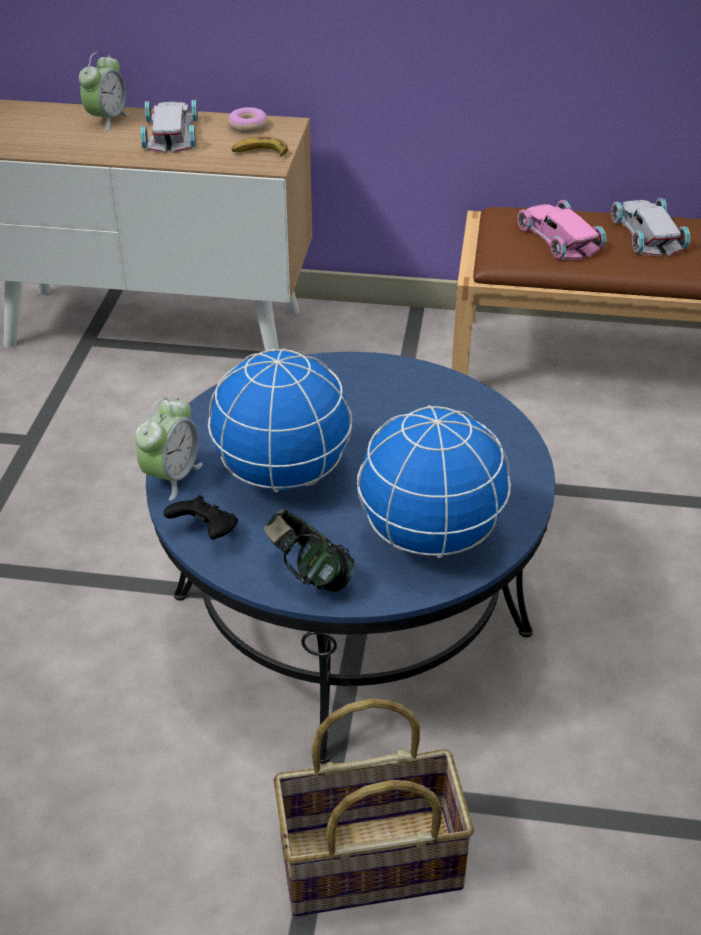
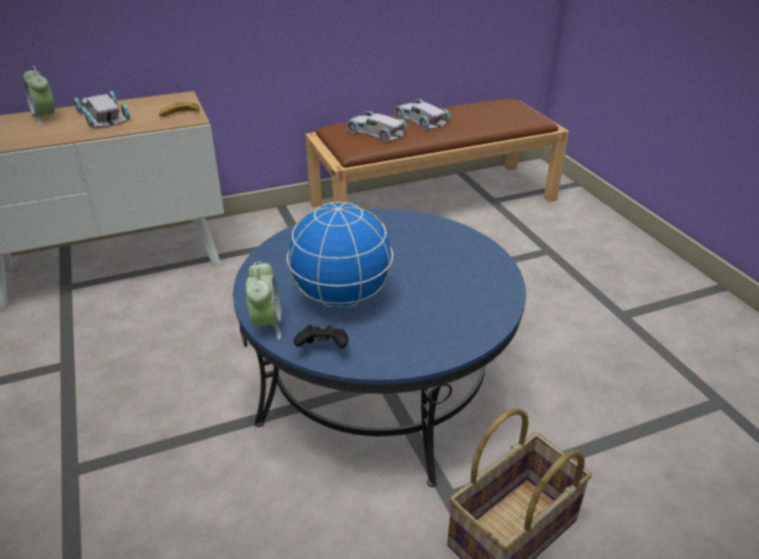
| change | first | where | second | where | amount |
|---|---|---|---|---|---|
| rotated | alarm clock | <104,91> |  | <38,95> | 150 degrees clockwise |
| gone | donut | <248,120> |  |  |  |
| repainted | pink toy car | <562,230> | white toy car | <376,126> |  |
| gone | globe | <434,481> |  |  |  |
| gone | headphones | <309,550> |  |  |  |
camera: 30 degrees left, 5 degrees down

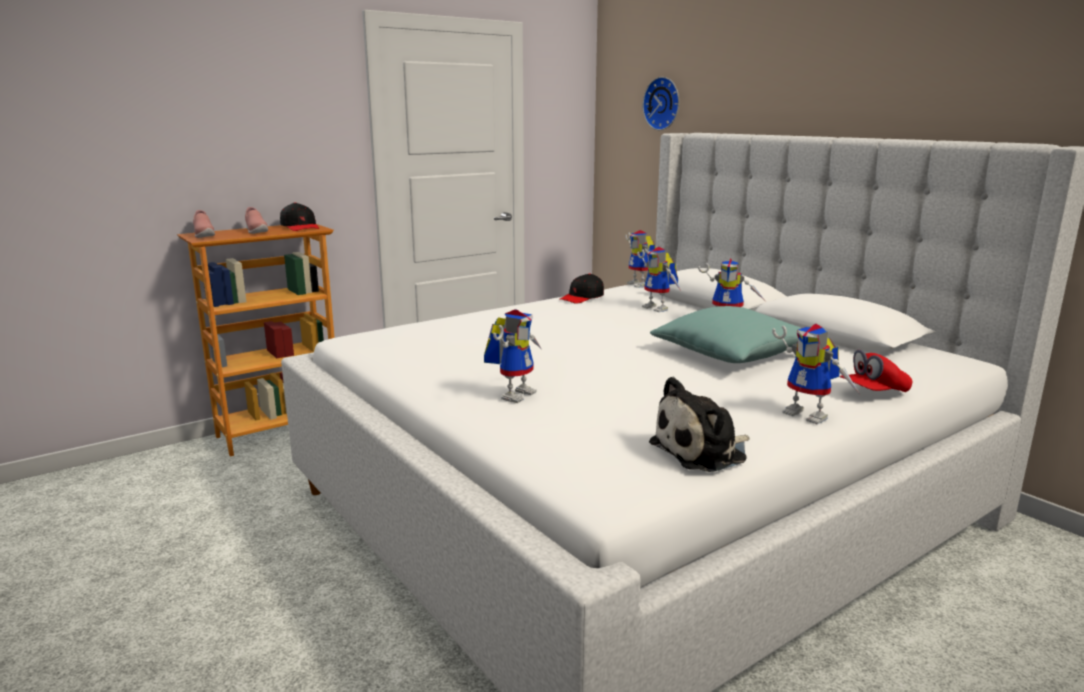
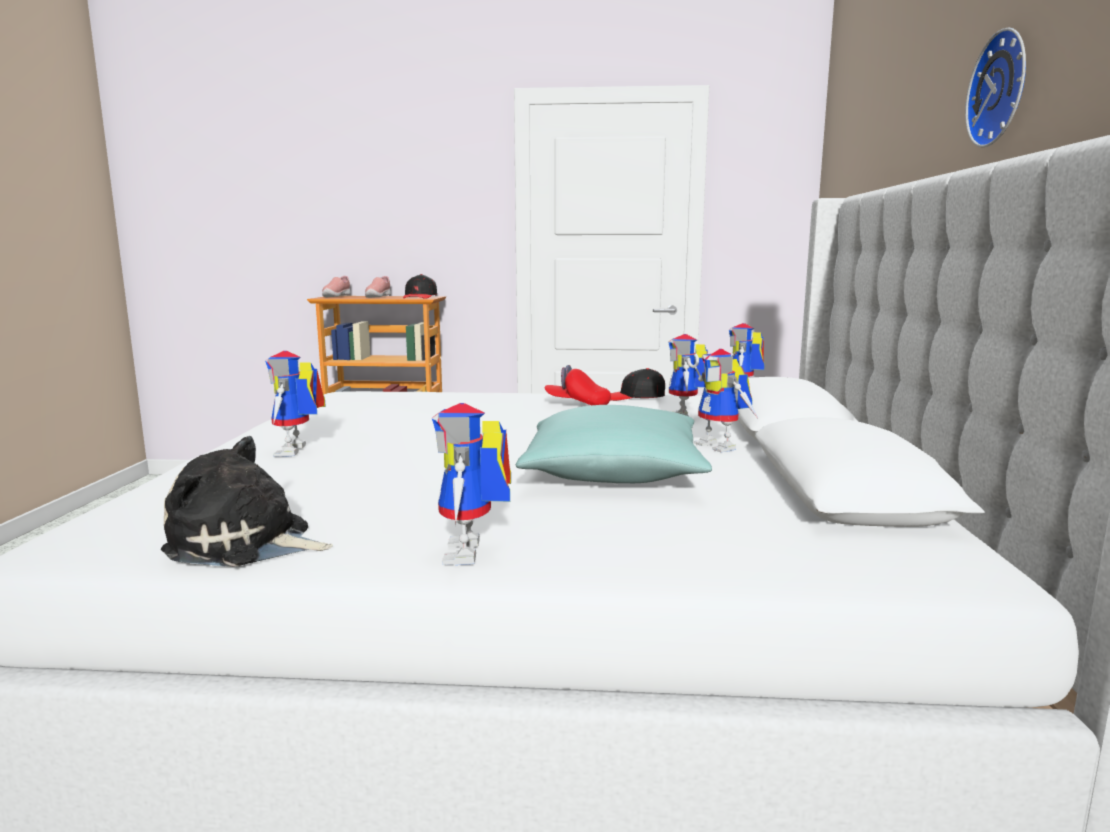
| change | first | where | second | where | amount |
|---|---|---|---|---|---|
| shifted | wall clock | <660,103> |  | <995,87> |  |
| rotated | toy robot | <512,356> |  | <295,404> | 105 degrees clockwise |
| shifted | red cap | <875,371> |  | <577,385> |  |
camera: 40 degrees right, 5 degrees down

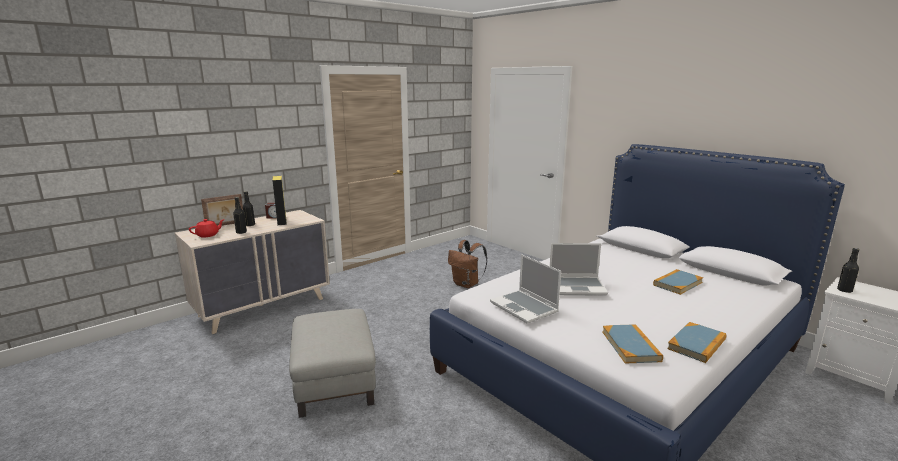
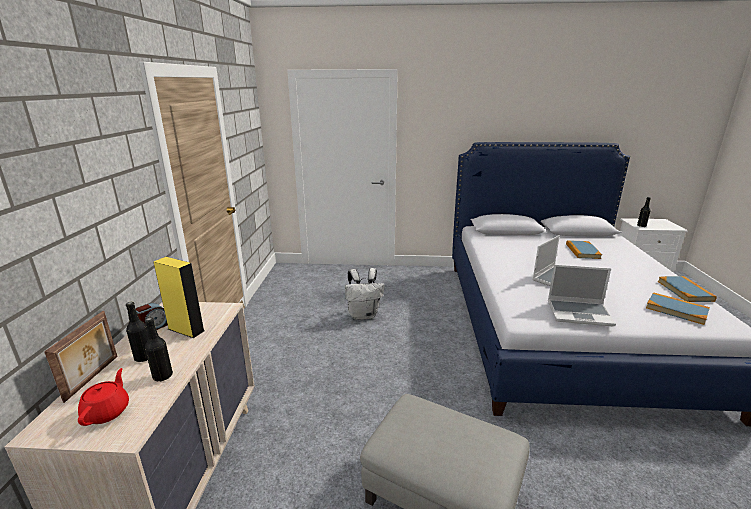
| change | first | where | second | where | amount |
|---|---|---|---|---|---|
| repainted | brown backpack | <467,264> | white backpack | <364,294> |  |
camera: 45 degrees left, 5 degrees up

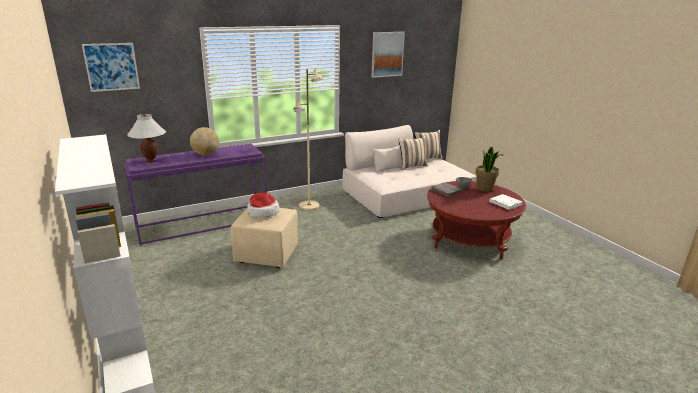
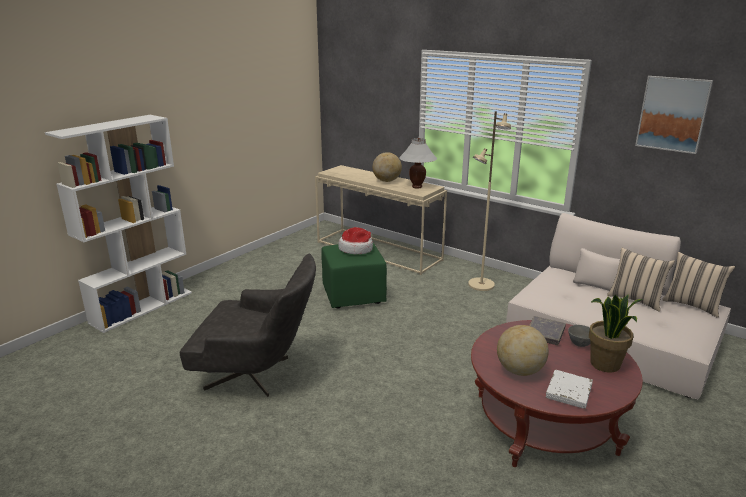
| change | first | where | second | where | amount |
|---|---|---|---|---|---|
| gone | picture | <111,67> |  |  |  |
| shifted | white table lamp | <146,138> |  | <418,163> |  |
| repainted | purple console table | <195,195> | beige console table | <381,220> |  |
| repainted | beige ottoman | <264,238> | green ottoman | <354,275> |  |
| new |  |  | grey armchair | <248,325> |  |
| new |  |  | globe | <523,350> |  |
camera: 65 degrees right, 0 degrees up

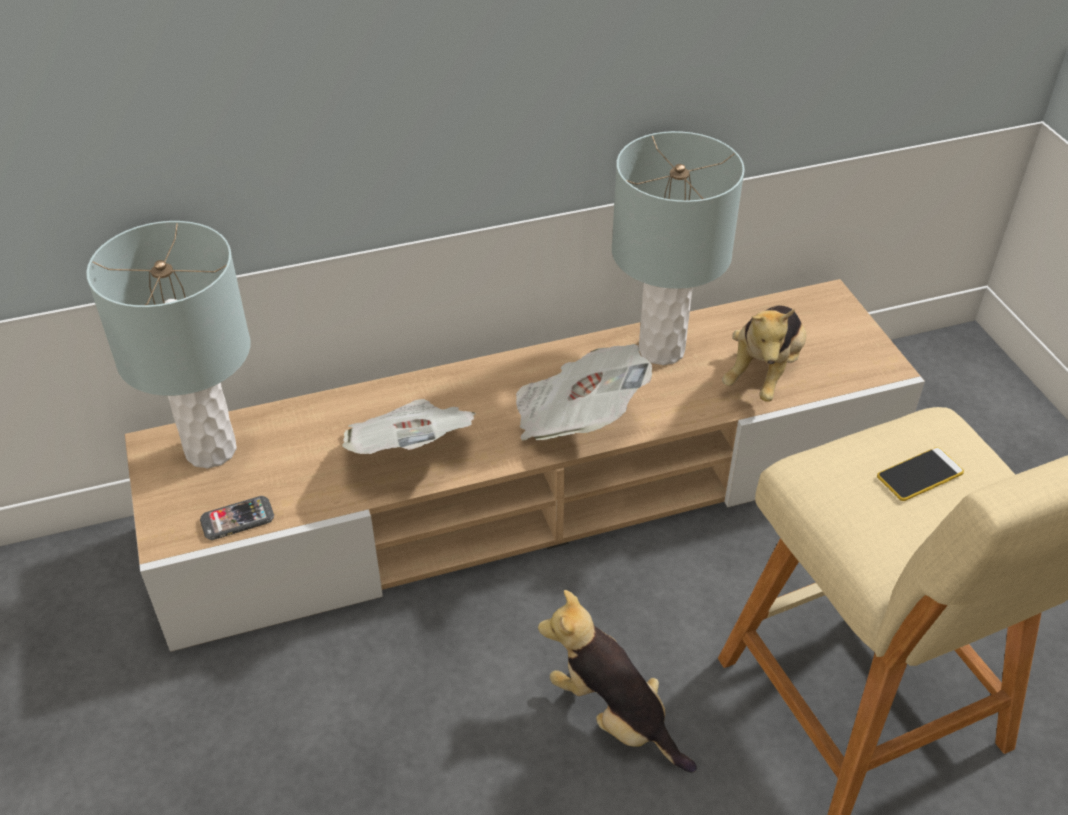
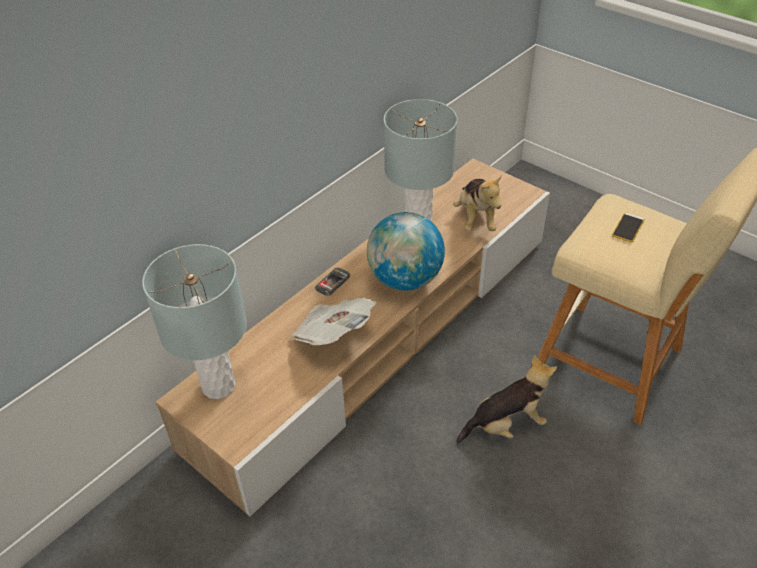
| change | first | where | second | where | amount |
|---|---|---|---|---|---|
| swapped | newspaper | <584,392> | globe | <406,251> |  |
| shifted | phone | <237,518> |  | <332,282> |  |
| rotated | plush toy | <617,681> |  | <506,399> | 150 degrees clockwise |
camera: 30 degrees left, 0 degrees up

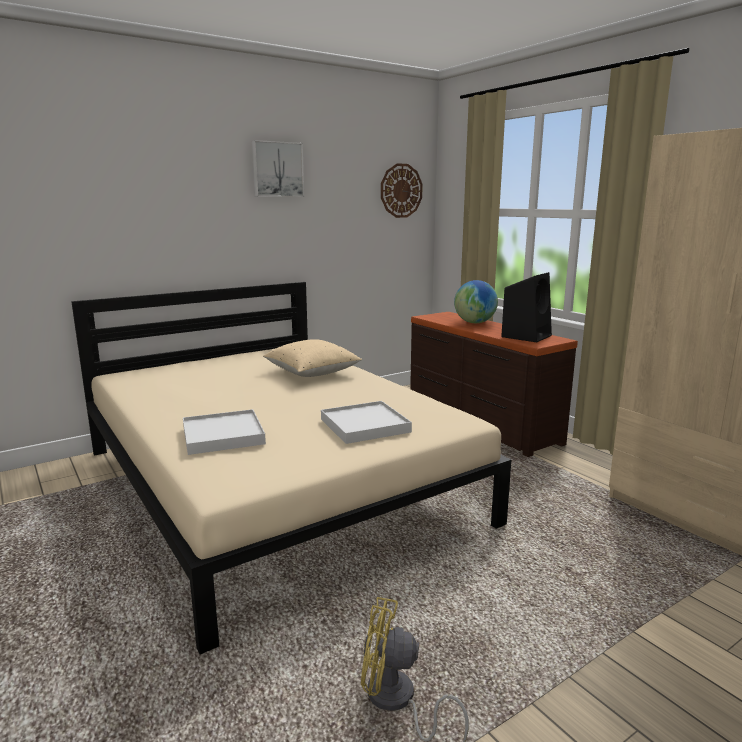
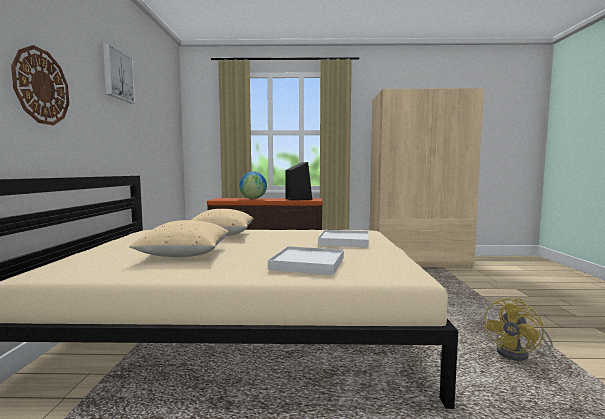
| change | first | where | second | where | amount |
|---|---|---|---|---|---|
| shifted | wall clock | <402,190> |  | <40,85> |  |
| new |  |  | beige pillow | <179,238> |  |
camera: 55 degrees left, 10 degrees down

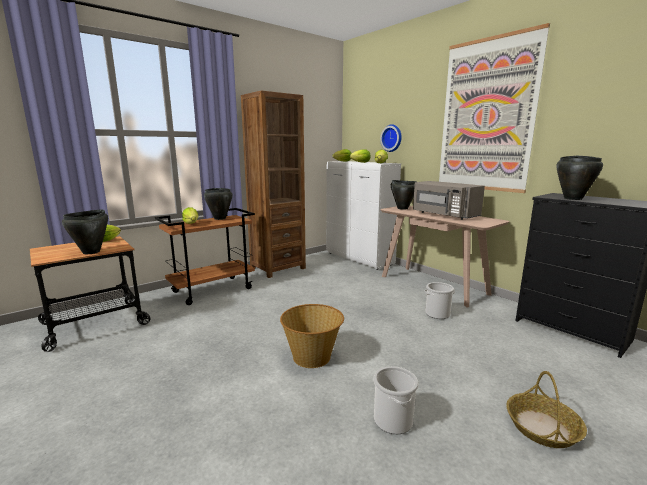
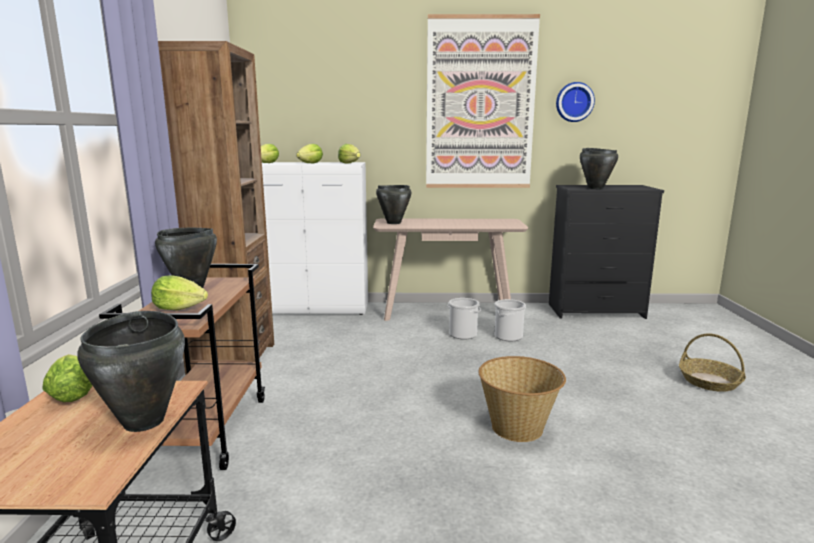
| change | first | where | second | where | amount |
|---|---|---|---|---|---|
| shifted | wall clock | <390,138> |  | <575,102> |  |
| gone | grey microwave | <449,200> |  |  |  |
| shifted | bucket | <395,400> |  | <464,318> |  |
camera: 50 degrees left, 0 degrees up

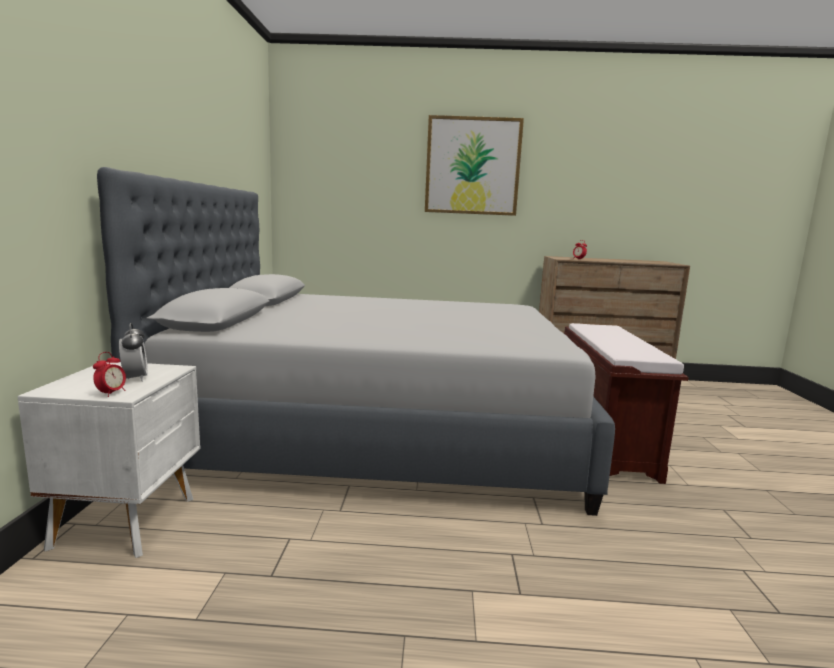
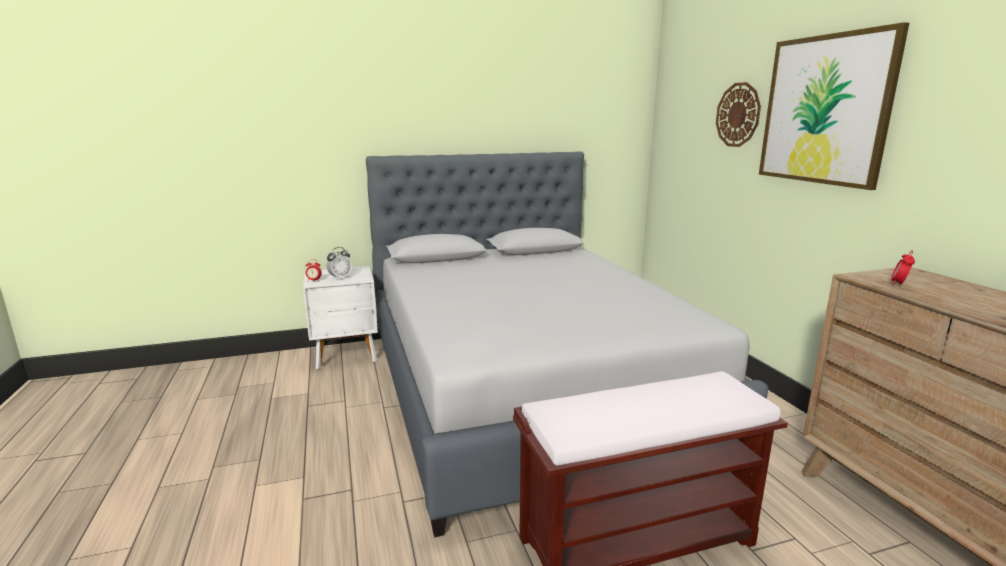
| change | first | where | second | where | amount |
|---|---|---|---|---|---|
| new |  |  | wall clock | <738,114> |  |
camera: 70 degrees right, 5 degrees up

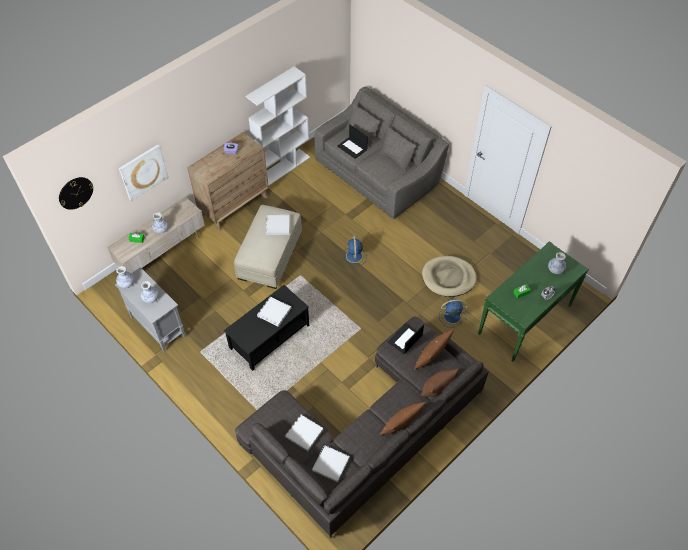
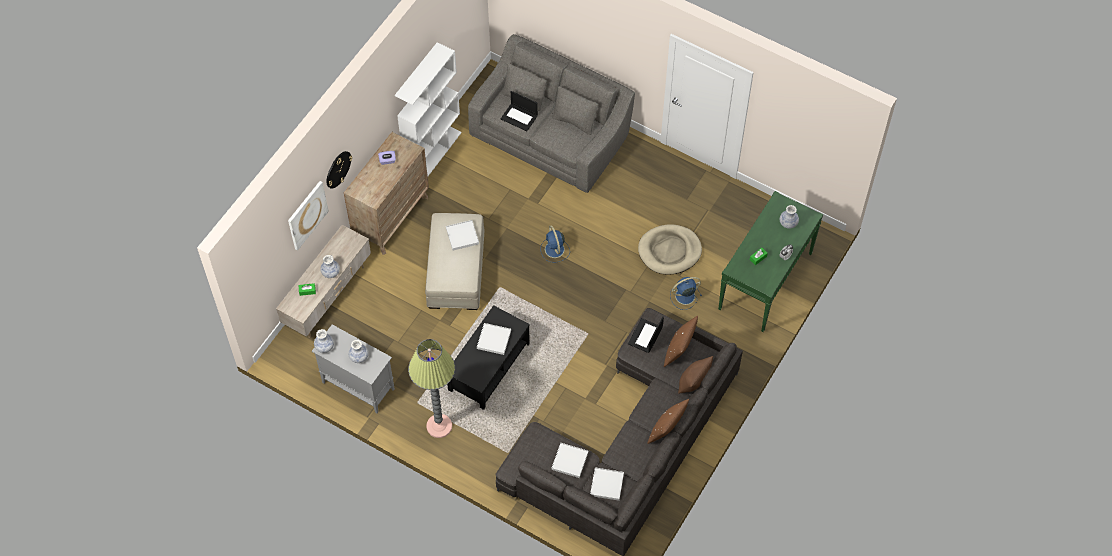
| change | first | where | second | where | amount |
|---|---|---|---|---|---|
| shifted | wall clock | <76,193> |  | <339,170> |  |
| new |  |  | floor lamp | <431,388> |  |
camera: 15 degrees left, 5 degrees up

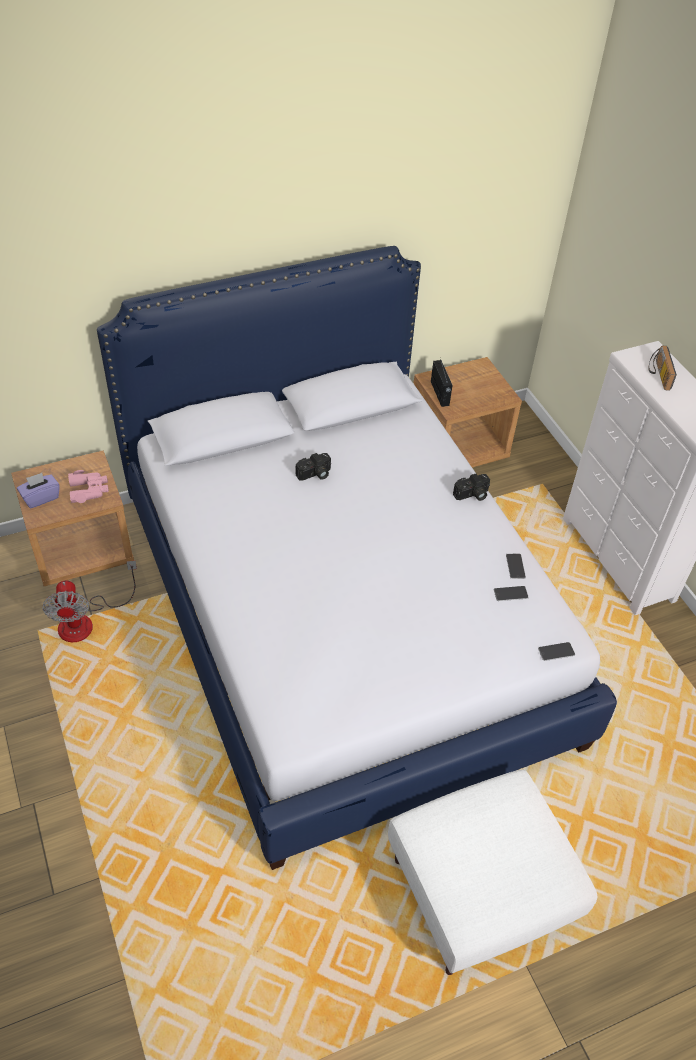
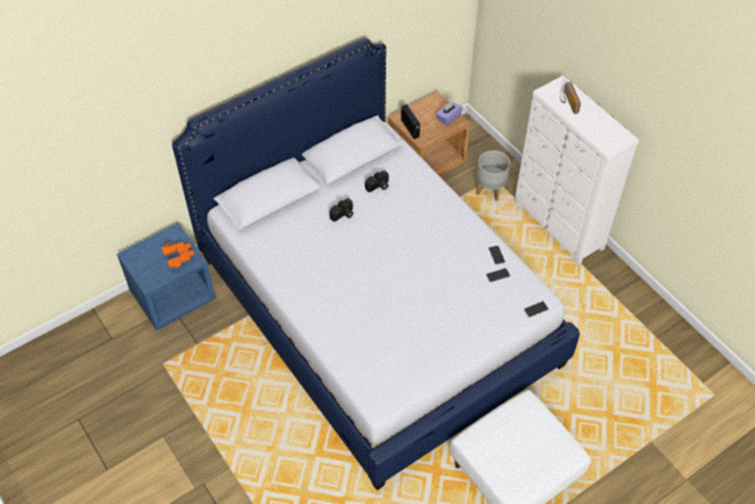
| change | first | where | second | where | amount |
|---|---|---|---|---|---|
| repainted | brown nightstand | <72,518> | blue nightstand | <166,277> |  |
| repainted | pink binoculars | <88,486> | orange binoculars | <177,255> |  |
| shifted | purple tissue box | <38,490> |  | <449,113> |  |
| shifted | photo camera | <471,487> |  | <377,181> |  |
| gone | fan | <89,601> |  |  |  |
| new |  |  | grey planter | <493,175> |  |
camera: 10 degrees left, 5 degrees up

